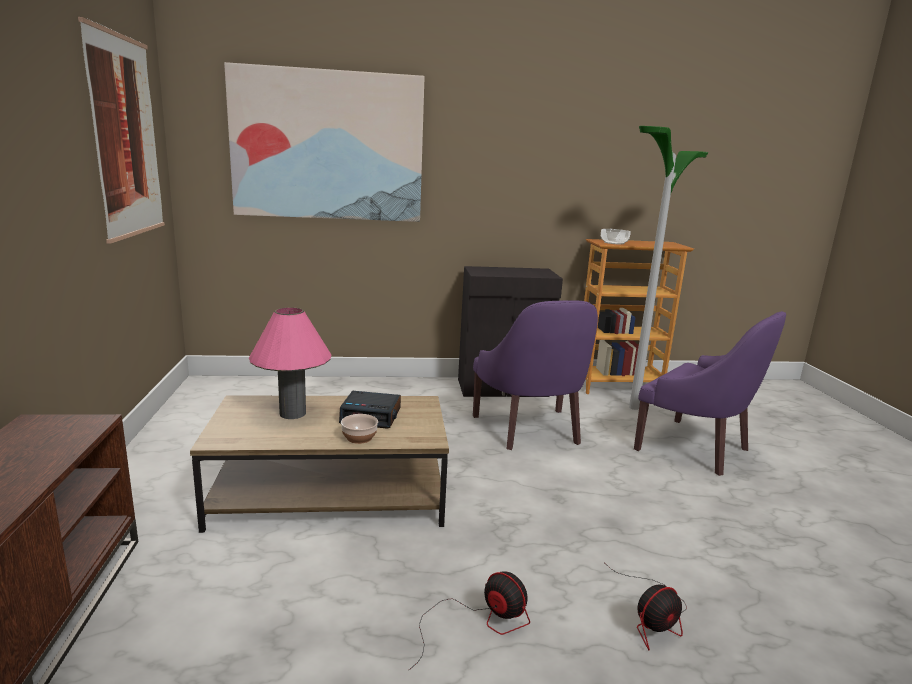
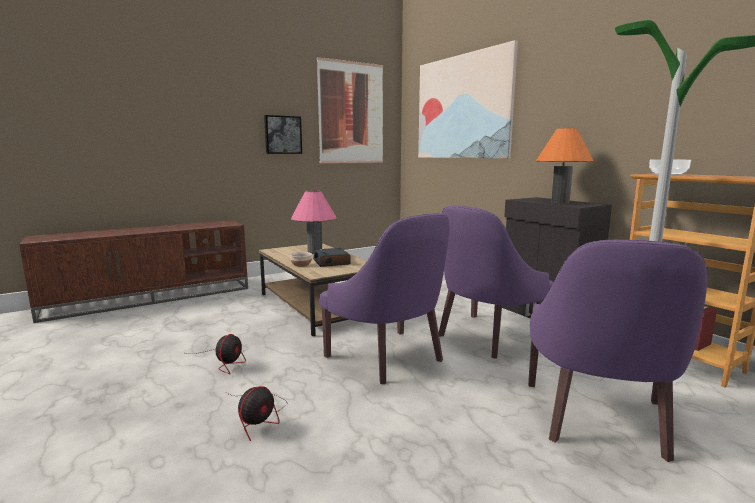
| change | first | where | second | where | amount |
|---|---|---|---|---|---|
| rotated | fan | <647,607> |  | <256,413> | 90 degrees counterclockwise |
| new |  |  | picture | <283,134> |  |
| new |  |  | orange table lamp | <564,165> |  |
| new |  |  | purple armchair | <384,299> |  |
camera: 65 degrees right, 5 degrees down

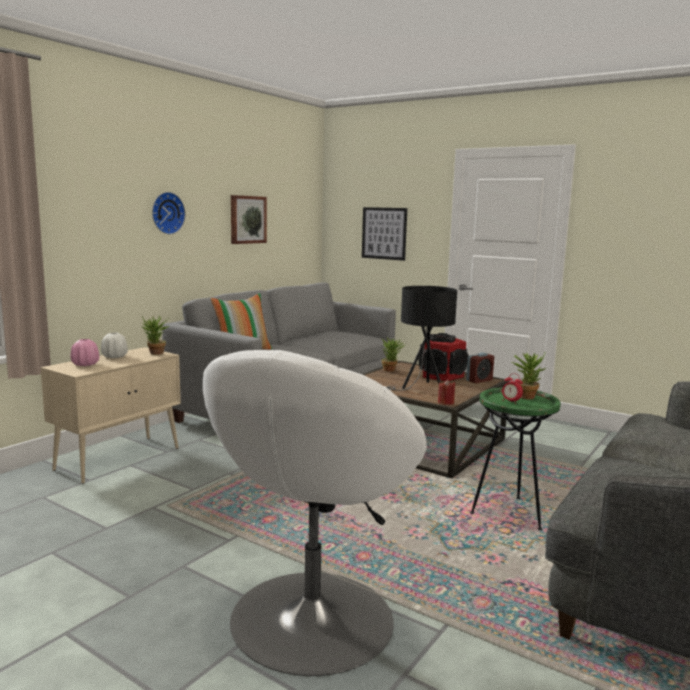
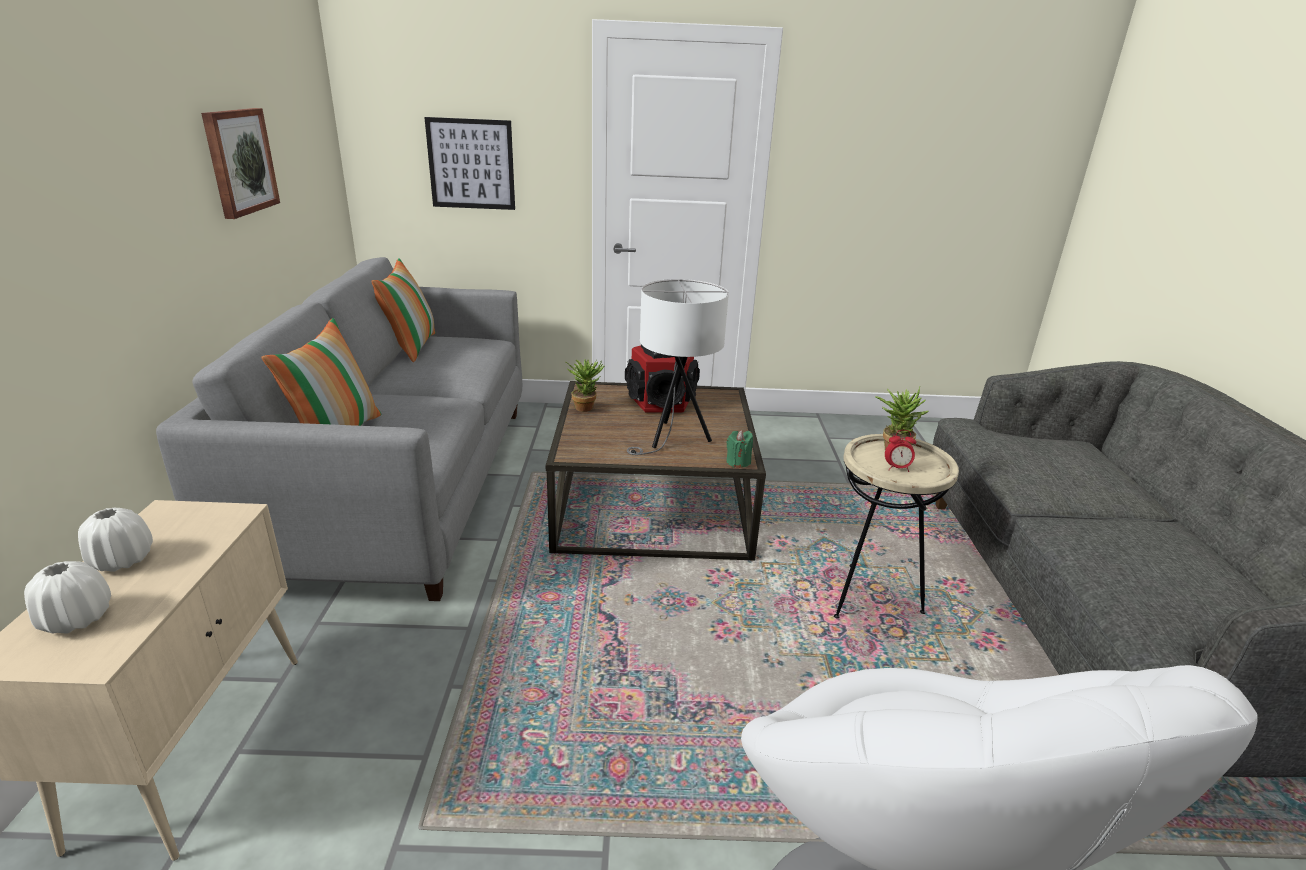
| change | first | where | second | where | amount |
|---|---|---|---|---|---|
| gone | wall clock | <168,213> |  |  |  |
| repainted | black table lamp | <422,338> | white table lamp | <678,367> |  |
| gone | potted plant | <155,335> |  |  |  |
| repainted | pink vase | <85,352> | white vase | <67,597> |  |
| gone | alarm clock | <480,367> |  |  |  |
| repainted | red candle | <446,392> | green candle | <739,449> |  |
| repainted | green side table | <515,458> | beige side table | <896,526> |  |
| new |  |  | pillow | <403,310> |  |
camera: 35 degrees left, 15 degrees up

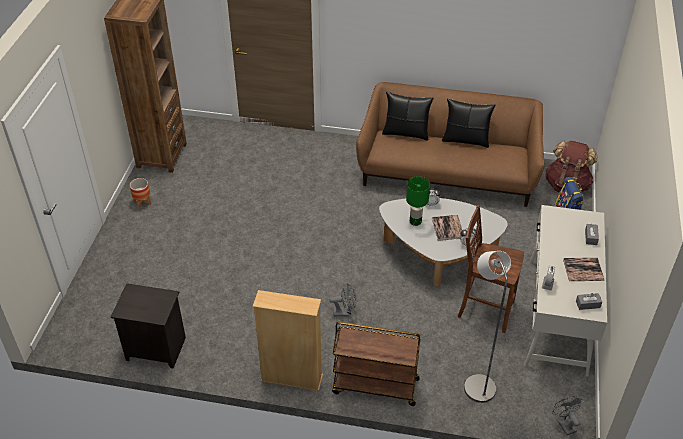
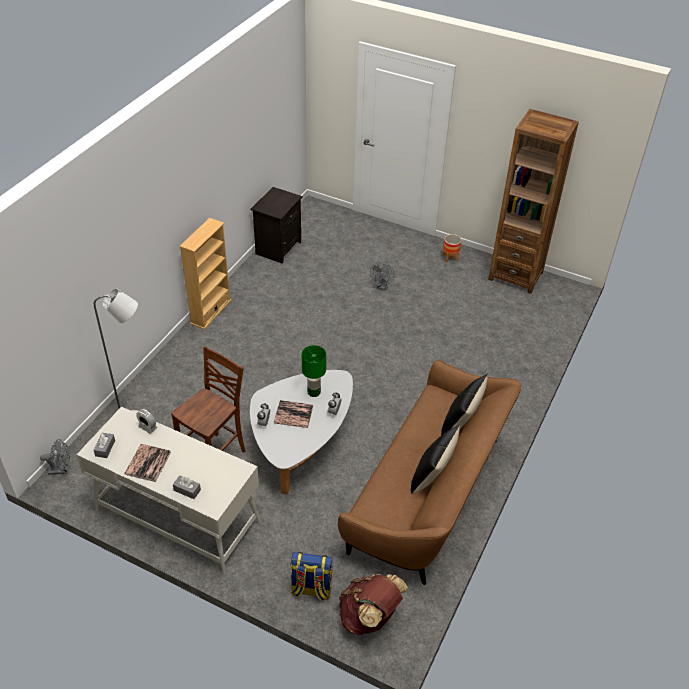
| change | first | where | second | where | amount |
|---|---|---|---|---|---|
| shifted | grey fan | <343,299> |  | <382,276> |  |
| gone | brown cart | <376,364> |  |  |  |
camera: 105 degrees right, 0 degrees up

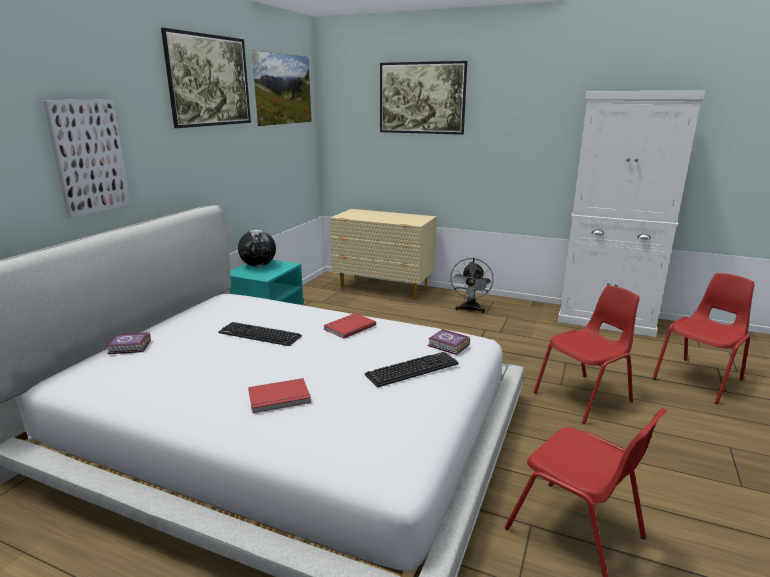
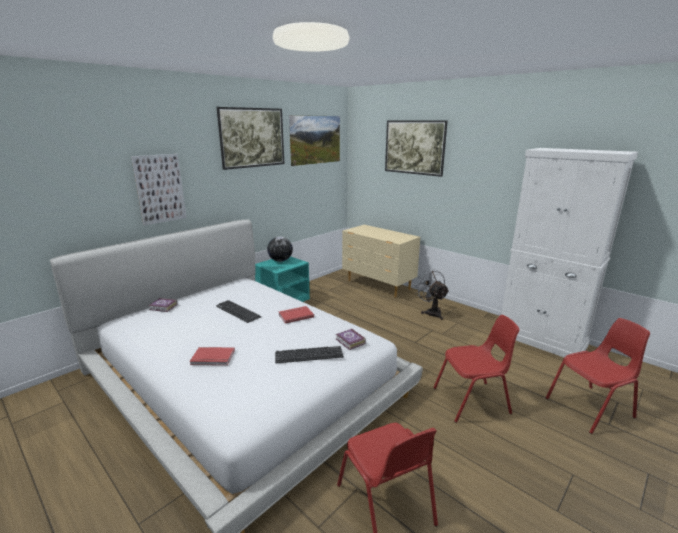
| change | first | where | second | where | amount |
|---|---|---|---|---|---|
| rotated | grey fan | <471,285> |  | <431,294> | 120 degrees clockwise |
camera: 20 degrees right, 0 degrees up

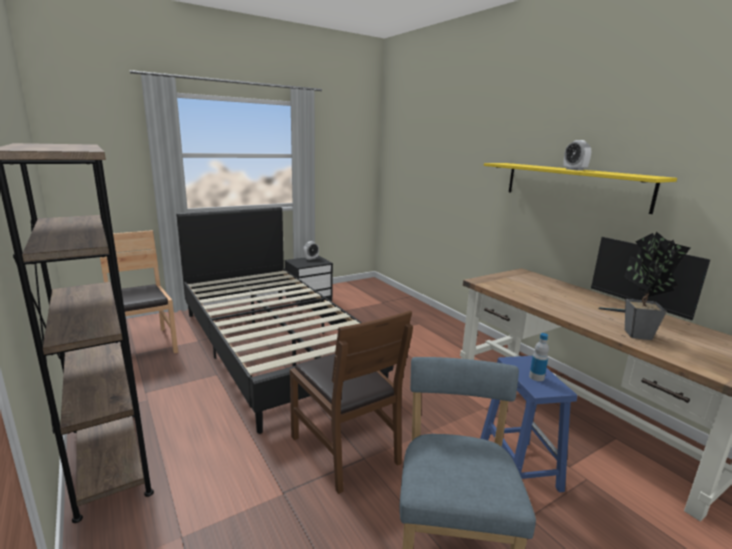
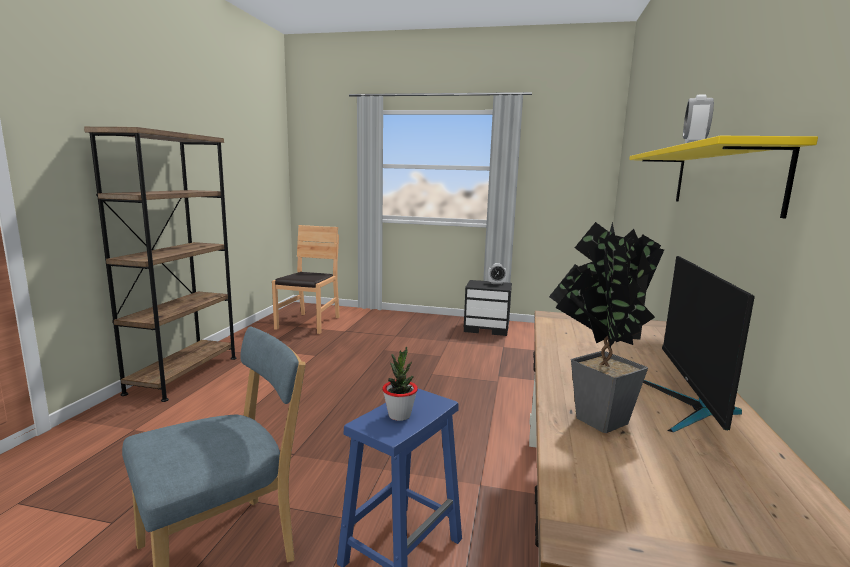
| change | first | where | second | where | amount |
|---|---|---|---|---|---|
| gone | black bed | <284,320> |  |  |  |
| gone | brown chair | <351,402> |  |  |  |
| swapped | bottle | <539,357> | potted plant | <400,384> |  |
camera: 45 degrees right, 5 degrees down

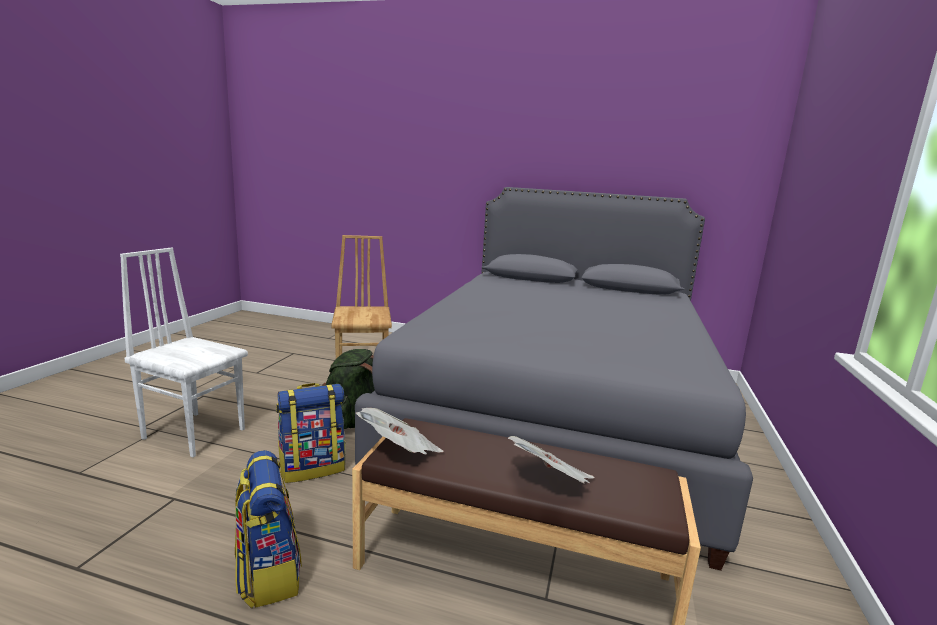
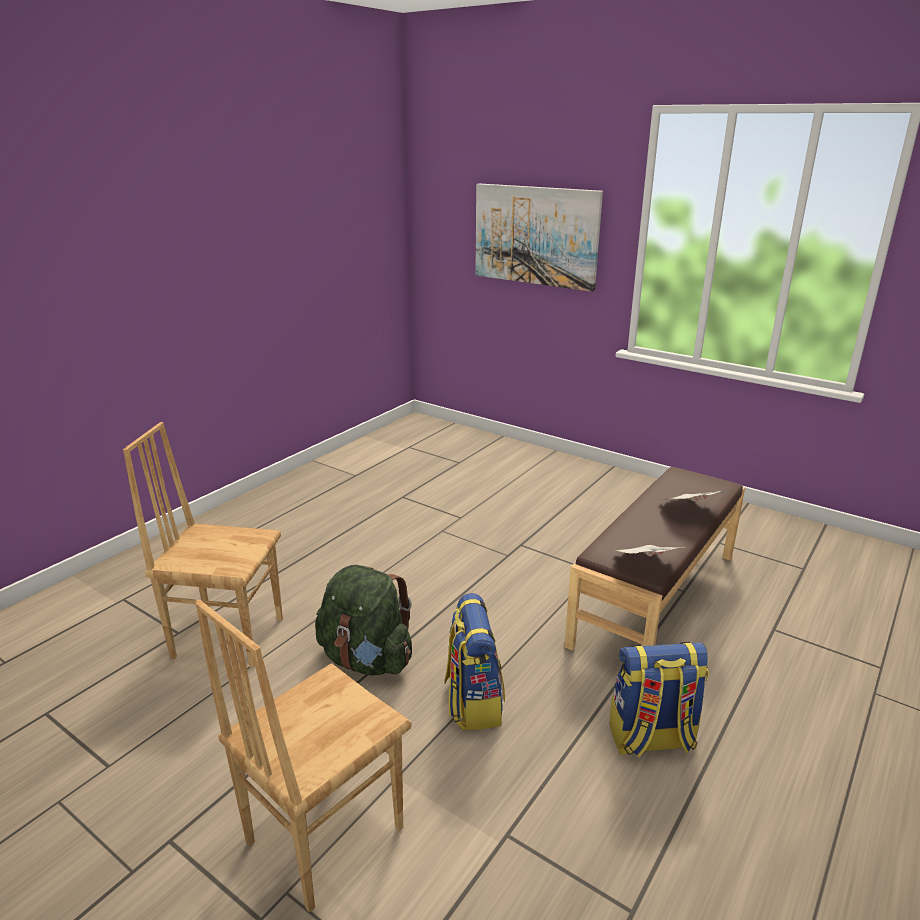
| change | first | where | second | where | amount |
|---|---|---|---|---|---|
| gone | grey bed | <554,379> |  |  |  |
| repainted | white chair | <184,352> | brown chair | <303,756> |  |
| new |  |  | picture | <539,238> |  |
camera: 70 degrees left, 10 degrees up

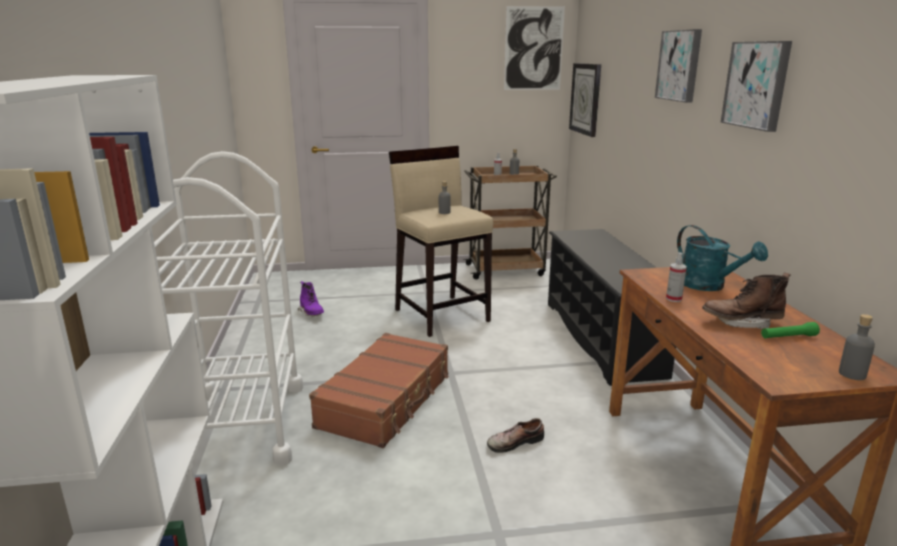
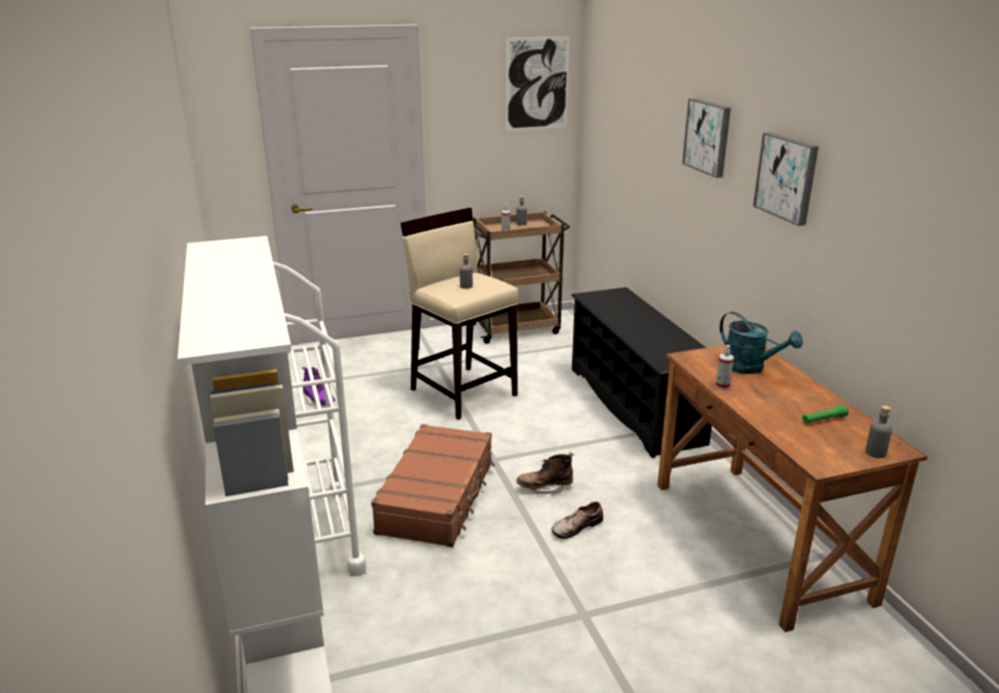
| change | first | where | second | where | amount |
|---|---|---|---|---|---|
| gone | wall clock | <585,100> |  |  |  |
| shifted | brown boot | <746,301> |  | <545,473> |  |
camera: 10 degrees left, 5 degrees up

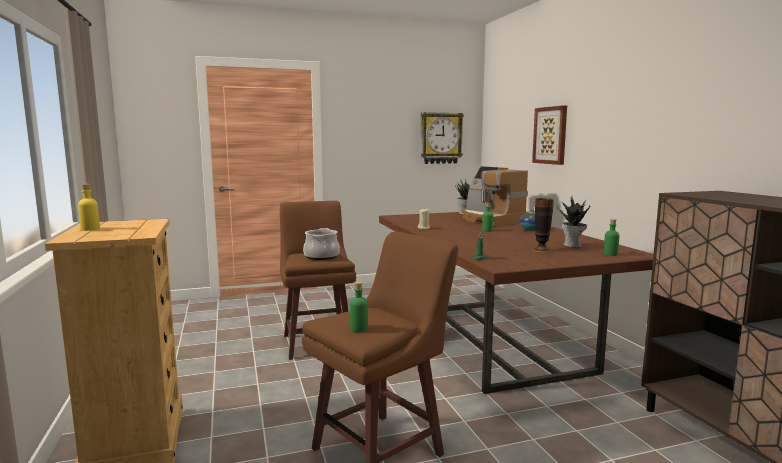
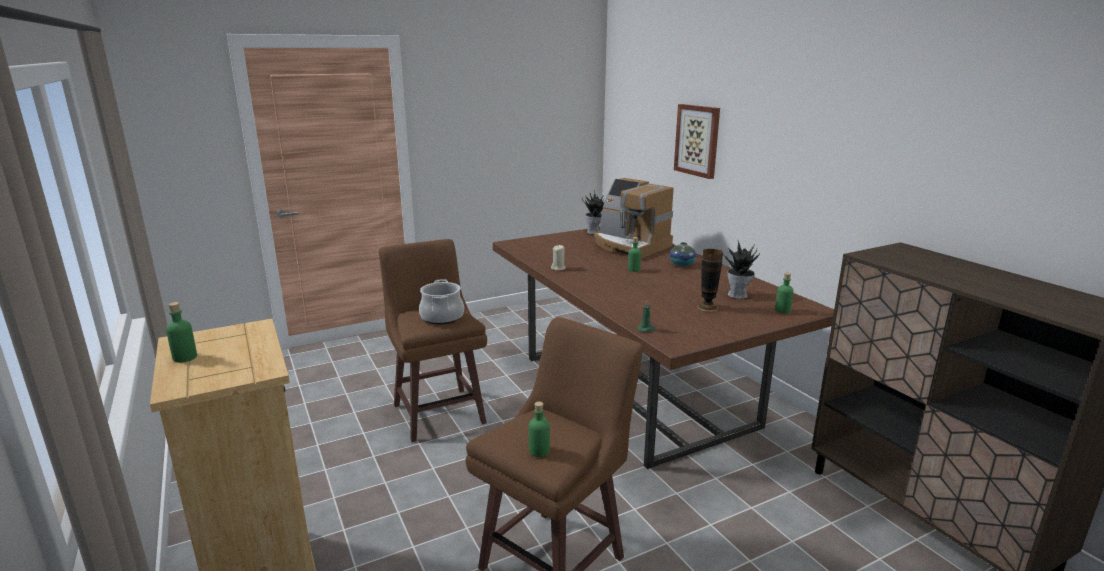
| change | first | where | second | where | amount |
|---|---|---|---|---|---|
| gone | wall clock | <442,138> |  |  |  |
| repainted | yellow bottle | <89,207> | green bottle | <181,332> |  |
camera: 10 degrees left, 10 degrees up

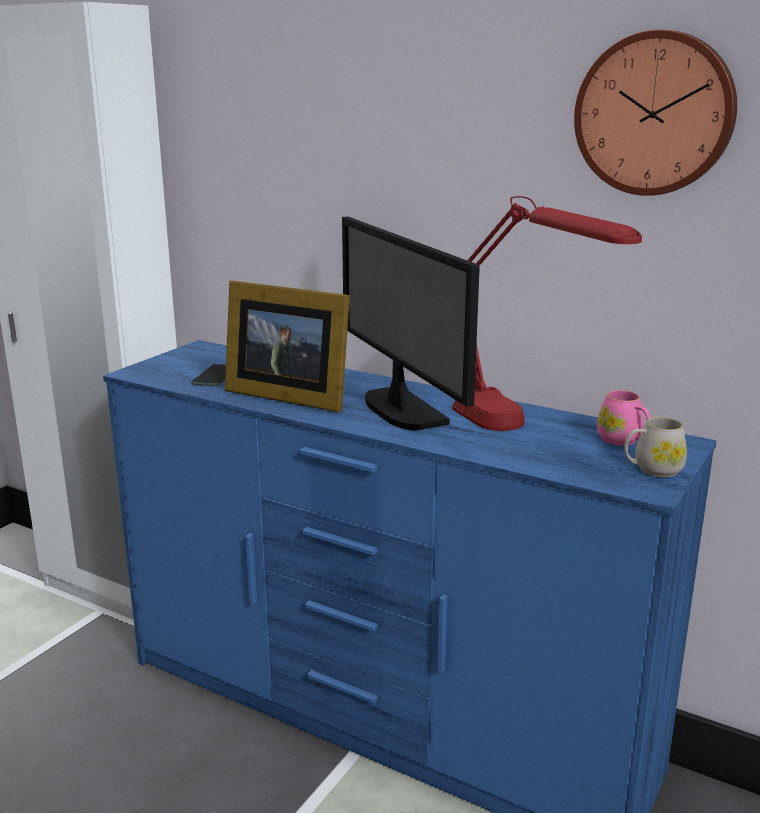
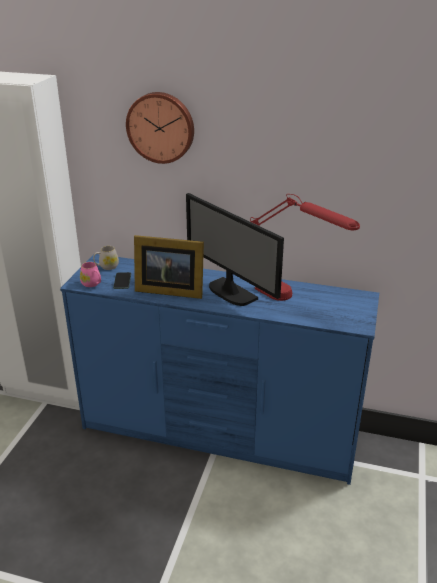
| change | first | where | second | where | amount |
|---|---|---|---|---|---|
| shifted | wall clock | <655,113> |  | <160,128> |  |
| shifted | pink mug | <624,418> |  | <90,274> |  |
| shifted | white mug | <655,447> |  | <106,258> |  |
camera: 15 degrees left, 10 degrees up

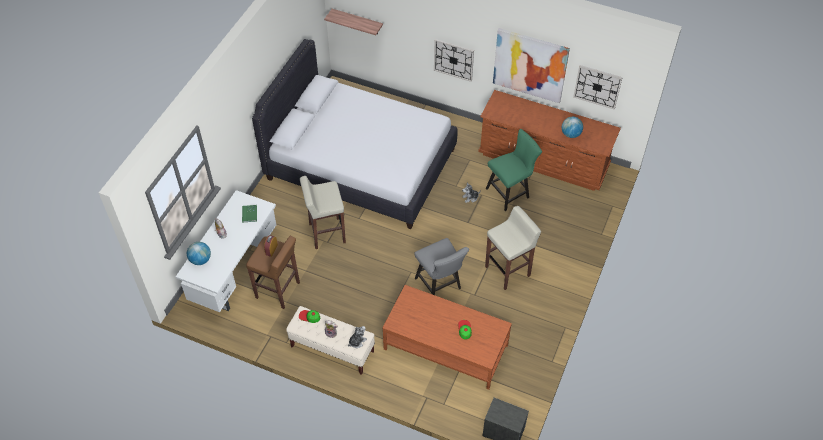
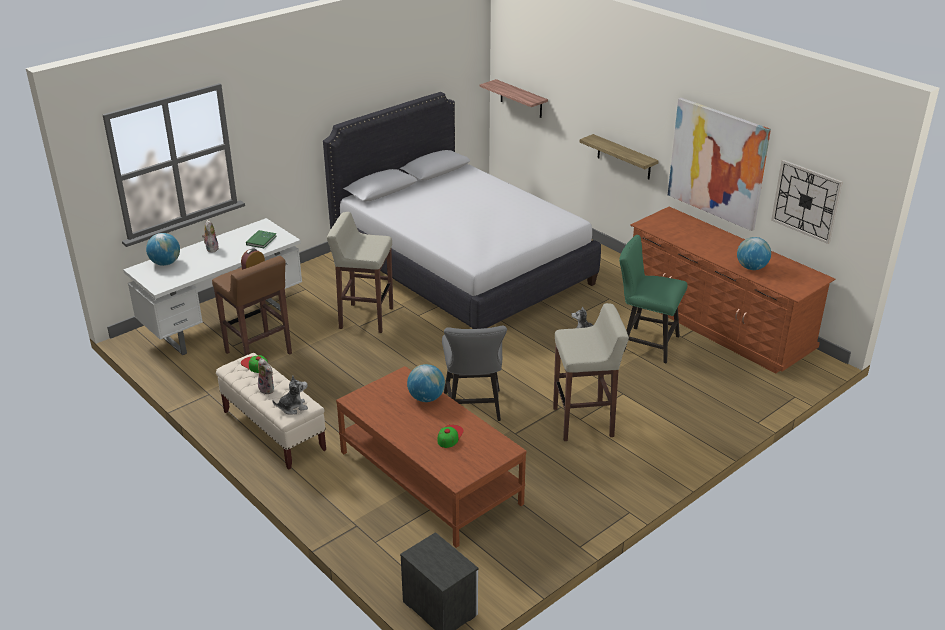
| change | first | where | second | where | amount |
|---|---|---|---|---|---|
| swapped | wall clock | <454,60> | shelf | <619,156> |  |
| rotated | green chair | <514,170> |  | <653,299> | 150 degrees counterclockwise |
| new |  |  | globe | <426,383> |  |
camera: 25 degrees right, 20 degrees down

